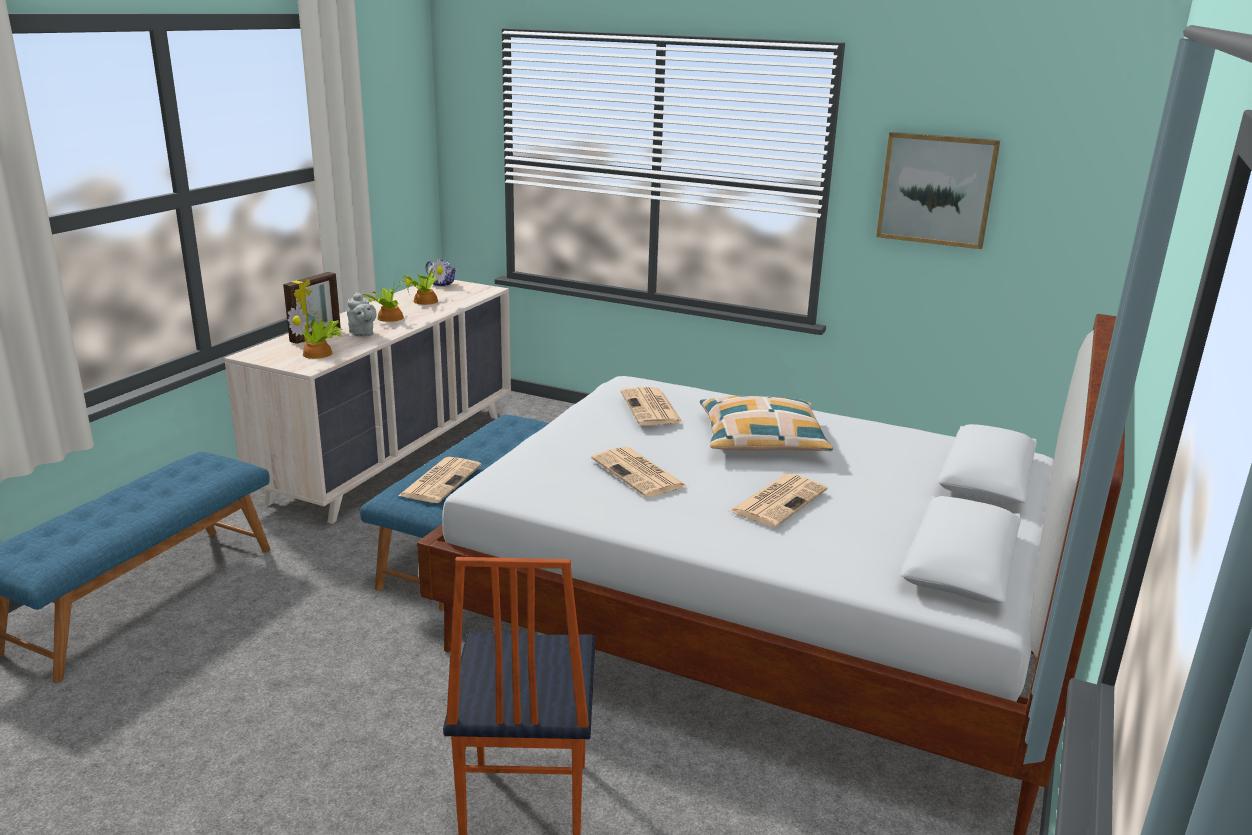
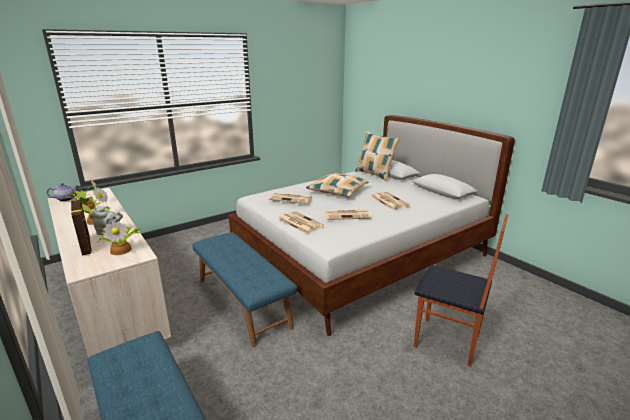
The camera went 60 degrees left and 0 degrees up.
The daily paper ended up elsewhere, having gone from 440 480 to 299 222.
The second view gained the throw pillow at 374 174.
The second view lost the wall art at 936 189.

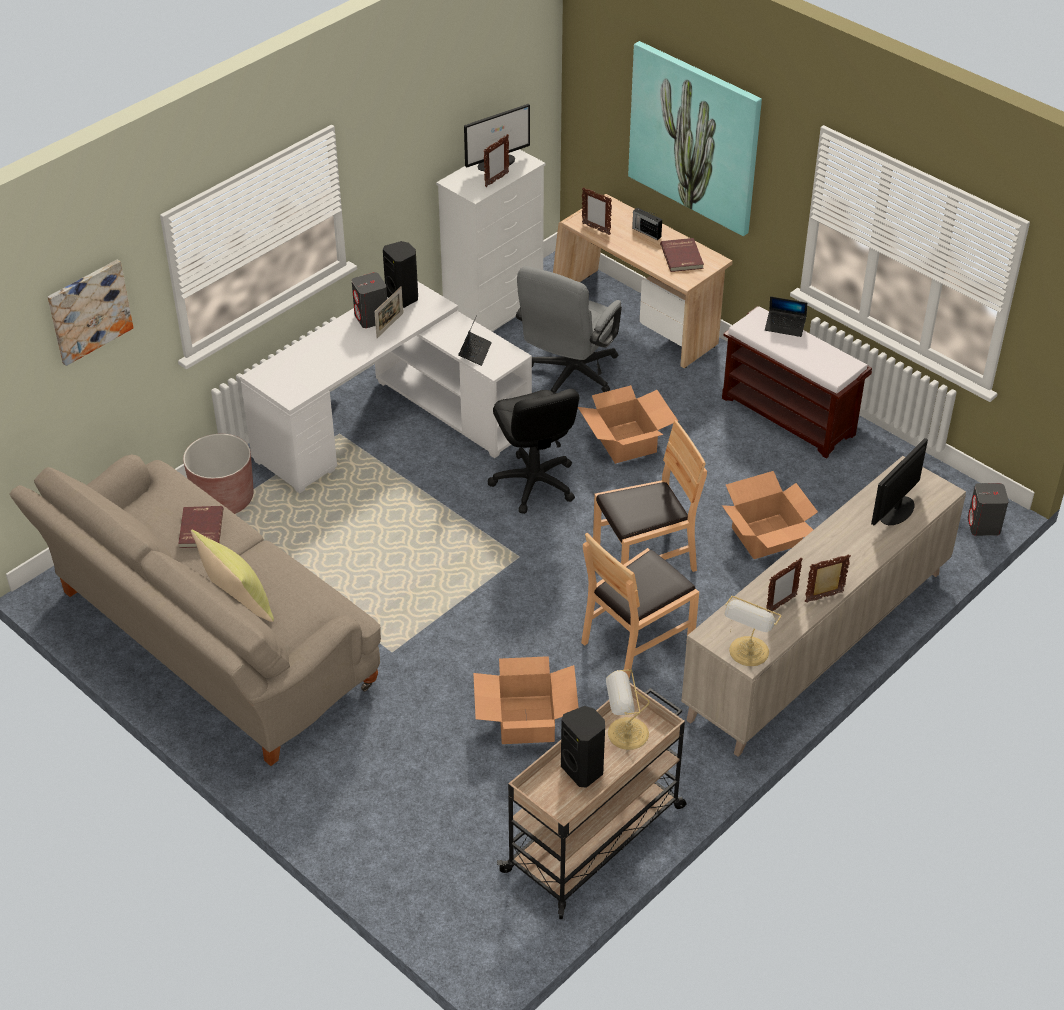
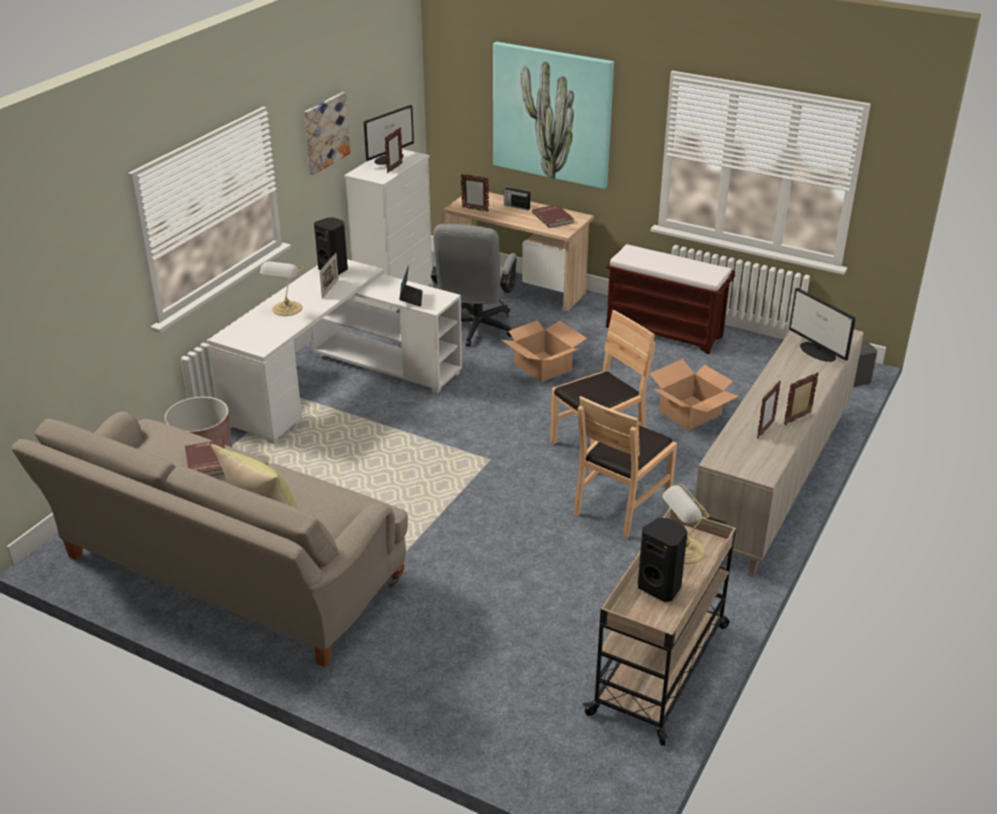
The camera went 15 degrees left and 10 degrees down.
The table lamp ended up elsewhere, having gone from 748 653 to 286 309.
The wall art ended up elsewhere, having gone from 89 311 to 325 132.
The monitor at 896 511 ended up facing another way, 60 degrees counterclockwise from before.
The second view lost the loudspeaker in grey at 371 318.
The second view lost the cardboard box at 525 720.
The second view lost the office chair in blackish at 534 483.
The second view lost the portable computer at 785 326.

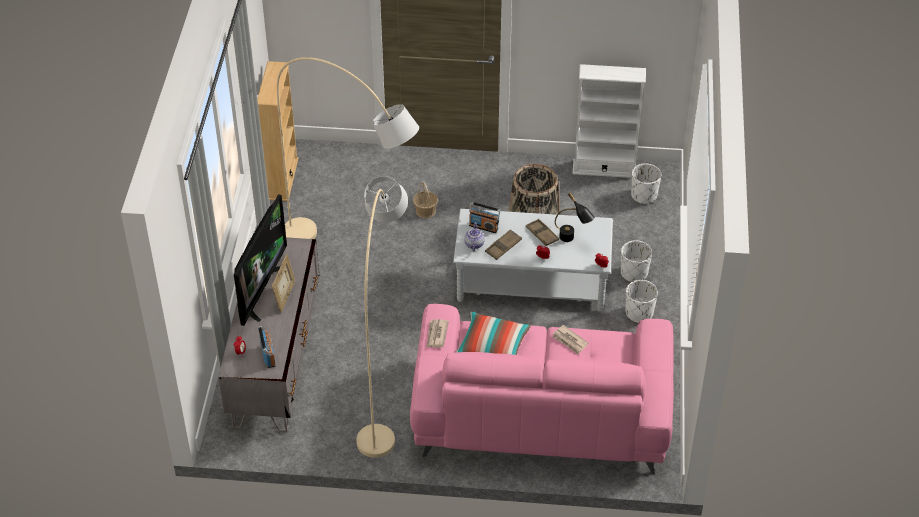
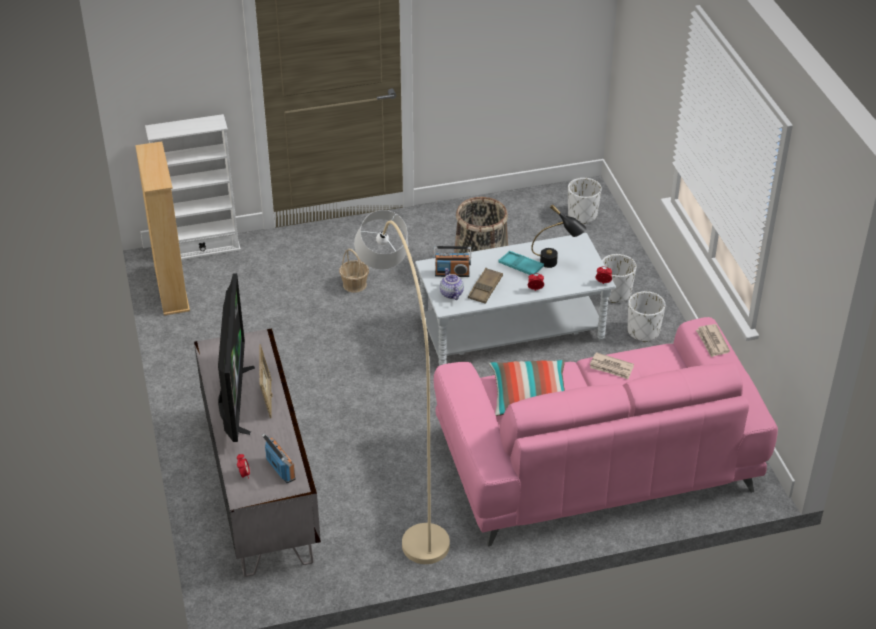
The camera went 20 degrees left and 5 degrees down.
The bookcase in white ended up elsewhere, having gone from 604 169 to 202 248.
What was the carrying tray in brown-coloured at 542 234 turned into the carrying tray in blue-green at 520 266.
The daily paper ended up elsewhere, having gone from 436 335 to 712 342.
The second view lost the standing lamp in sand-coloured at 355 254.

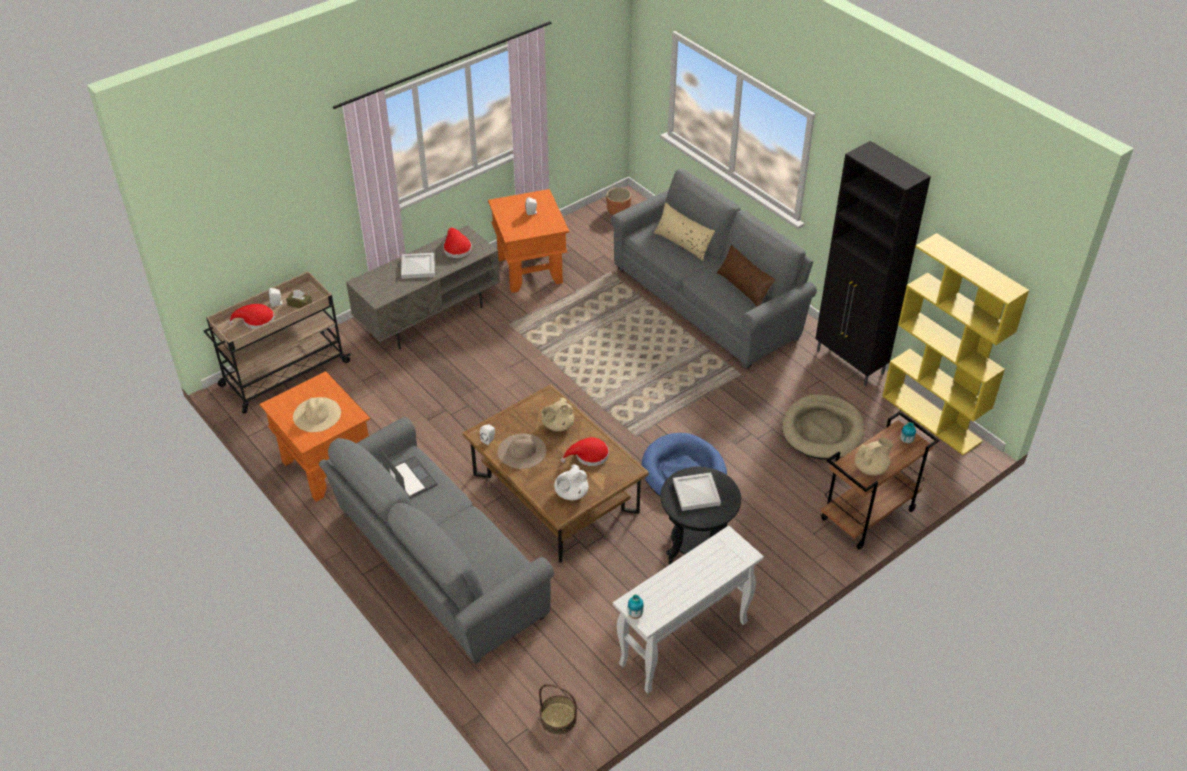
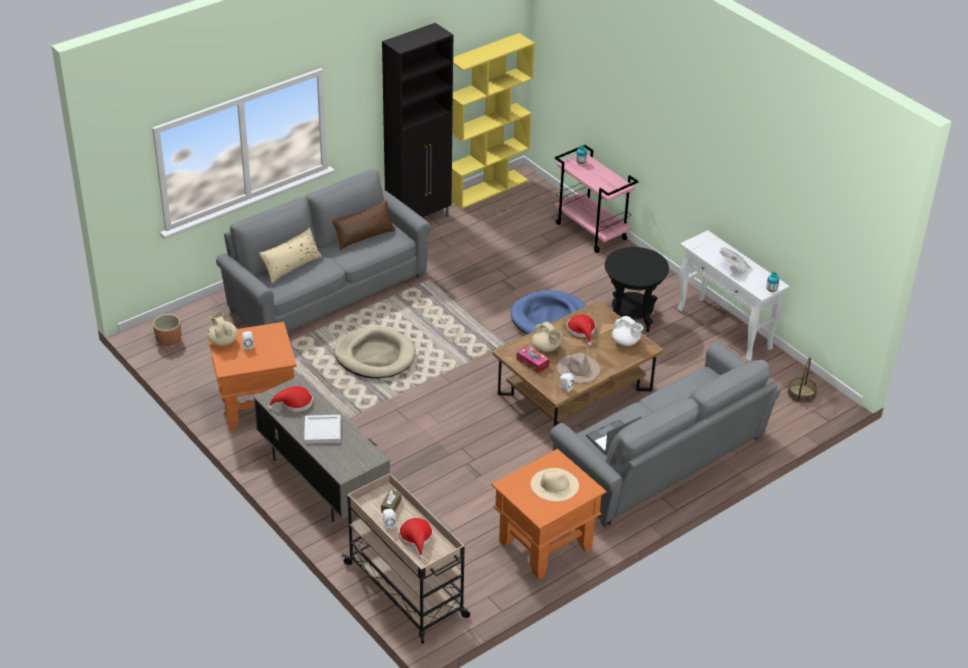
The camera went 90 degrees left and 5 degrees down.
The teapot in sand-coloured ended up elsewhere, having gone from 871 468 to 223 341.
The dog bed in sand-coloured ended up elsewhere, having gone from 822 430 to 375 356.
The second view gained the tissue box at 532 363.
What was the wheeled cart in brown-coloured at 868 515 turned into the wheeled cart in pink-coloured at 592 232.
The second view gained the daily paper at 735 267.
The second view lost the carrying tray in white at 695 492.

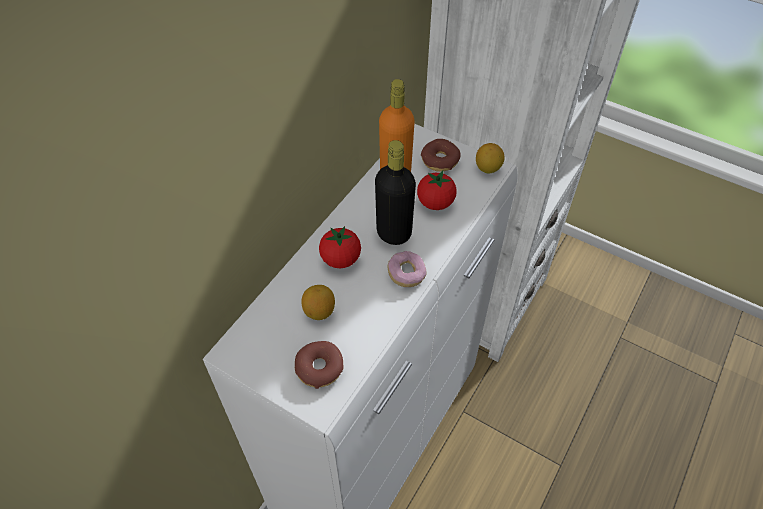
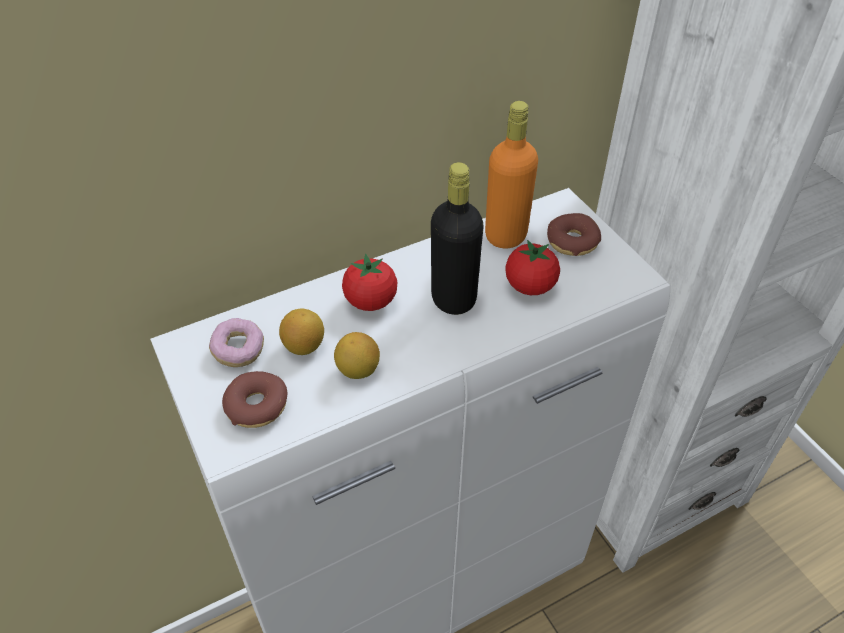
The camera went 30 degrees right and 5 degrees down.
The donut ended up elsewhere, having gone from 406 274 to 238 351.
The lemon ended up elsewhere, having gone from 488 168 to 358 370.

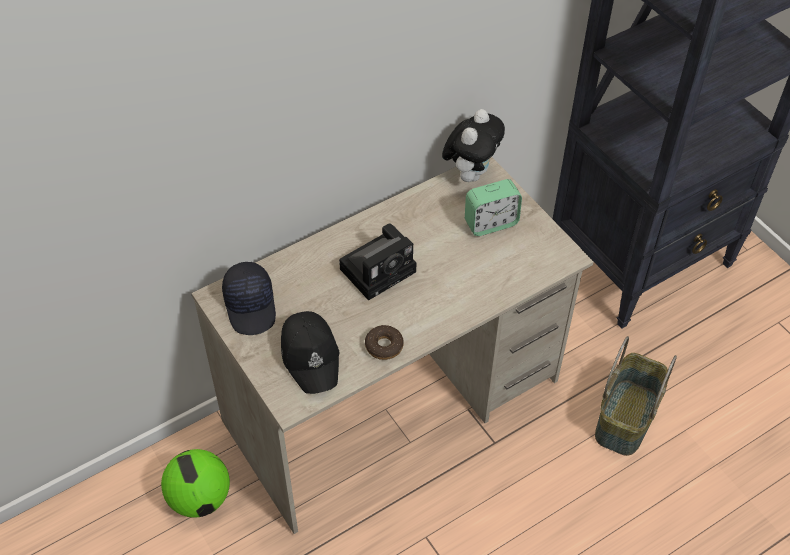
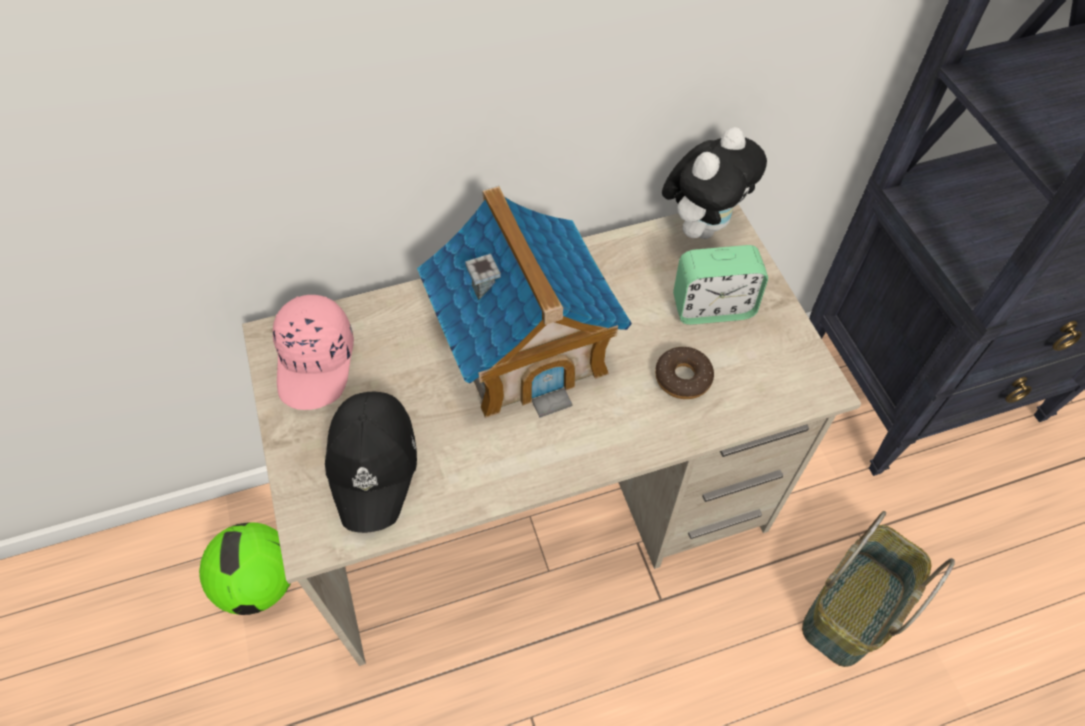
The camera went 15 degrees right and 5 degrees up.
What was the peaked cap in blackish at 251 306 turned into the peaked cap in pink-coloured at 317 362.
Where the still camera stood at 380 268, the model house came to stand at 524 344.
The donut ended up elsewhere, having gone from 384 346 to 683 378.

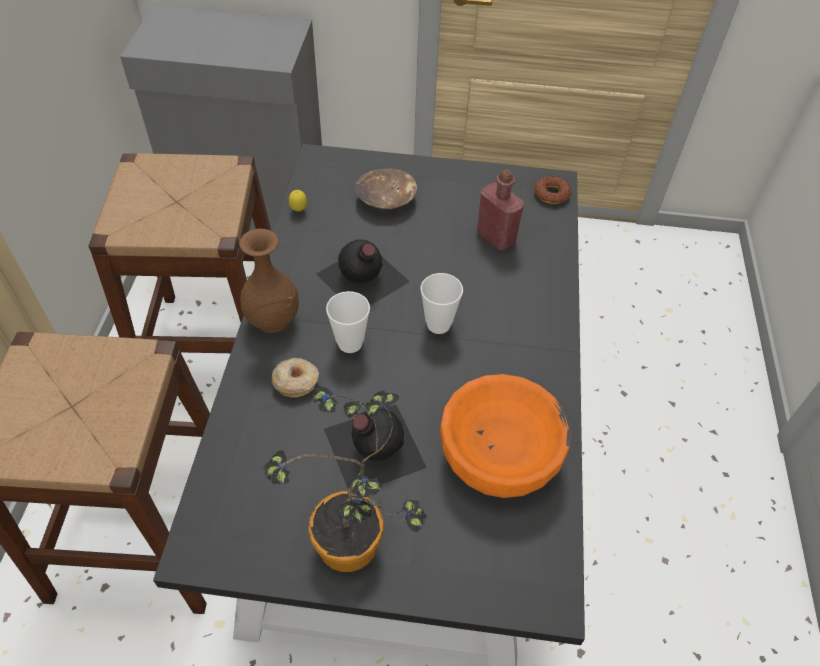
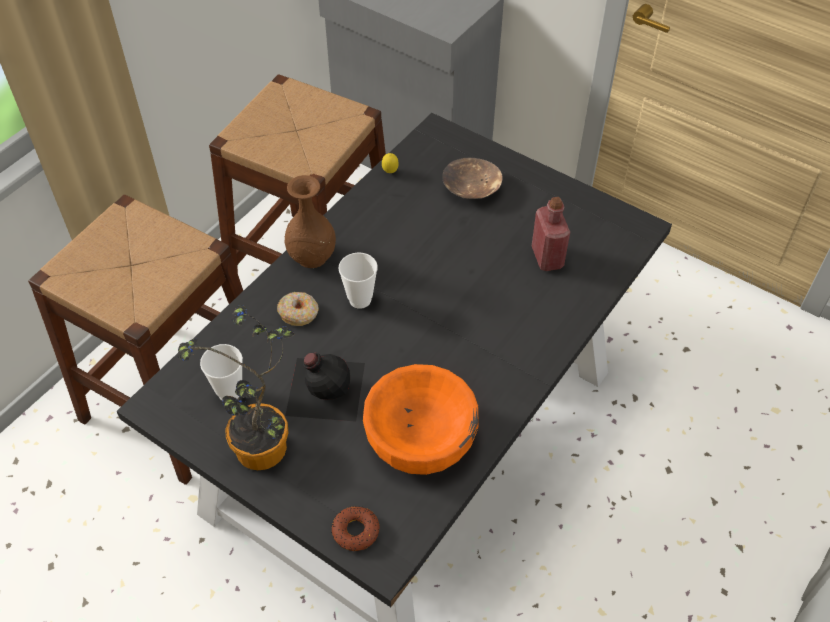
The camera went 30 degrees right and 0 degrees up.
The cup ended up elsewhere, having gone from 438 324 to 229 392.
The donut ended up elsewhere, having gone from 551 194 to 355 531.
The second view lost the drink bottle in blackish at 362 279.

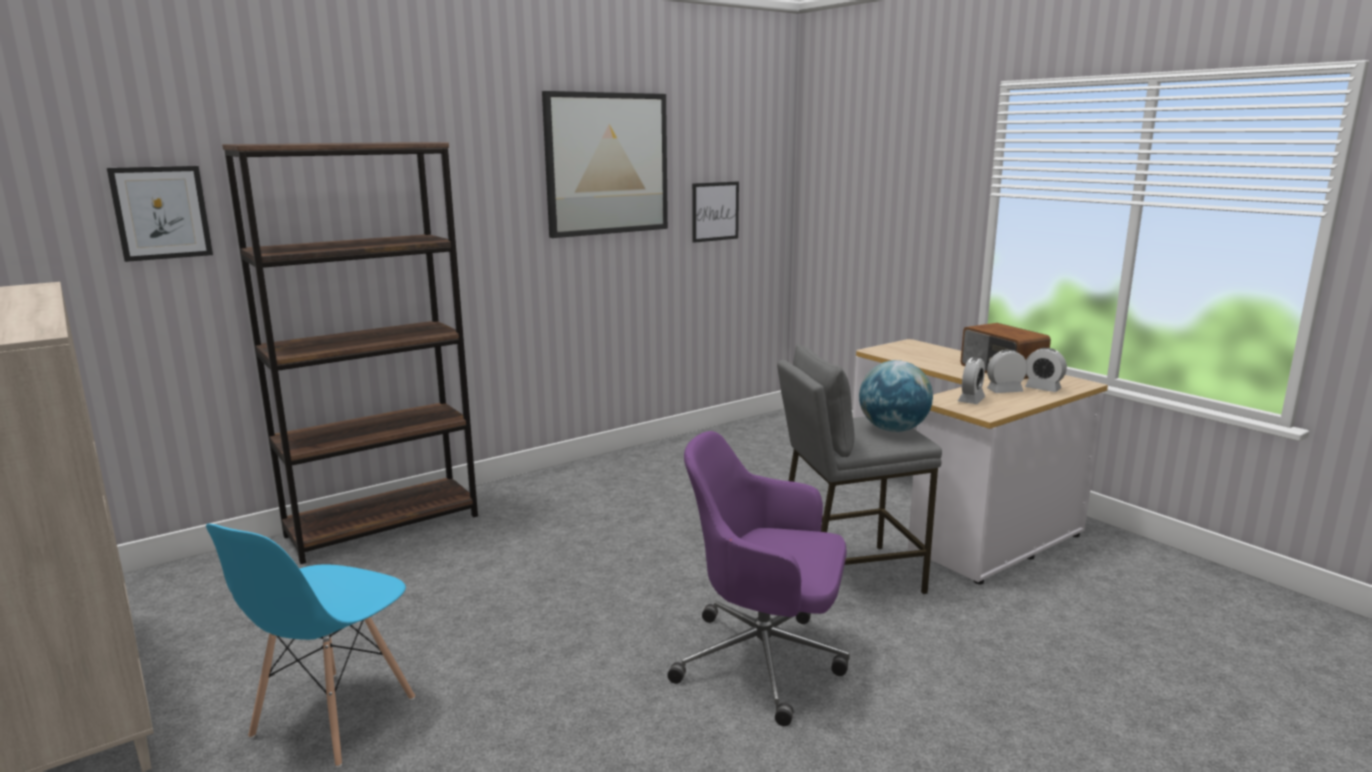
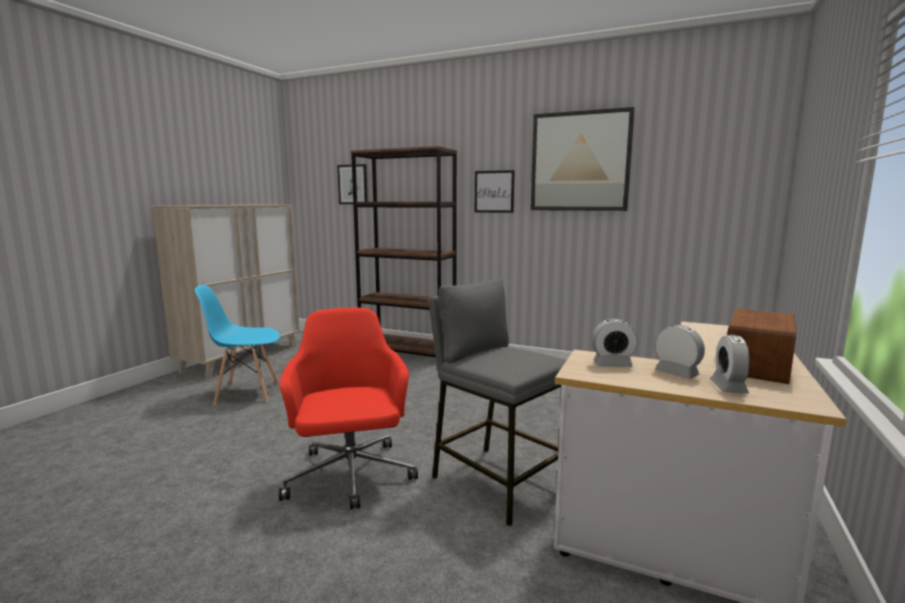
The camera went 60 degrees right and 5 degrees down.
What was the office chair in purple at 765 661 turned into the office chair in red at 350 476.
The wall art ended up elsewhere, having gone from 715 211 to 494 191.
The second view lost the desk globe at 893 429.

